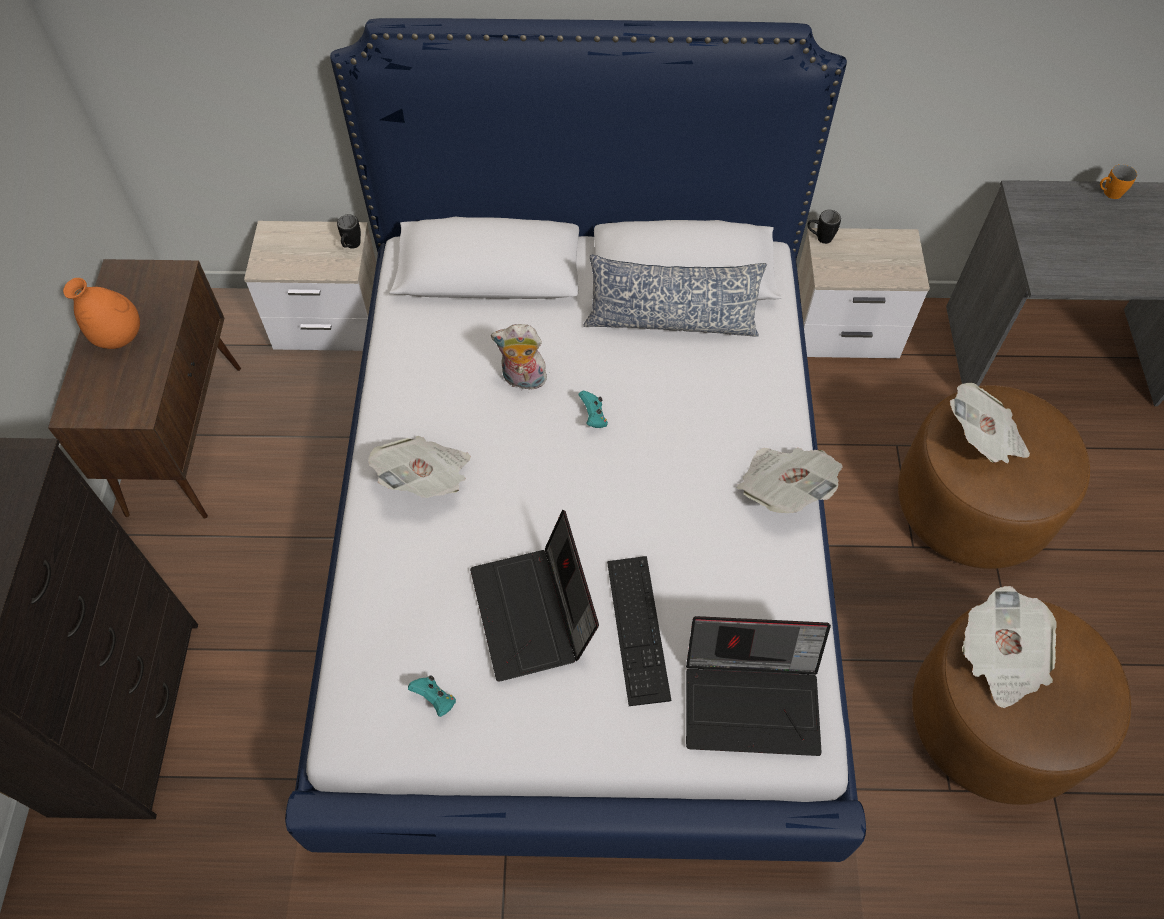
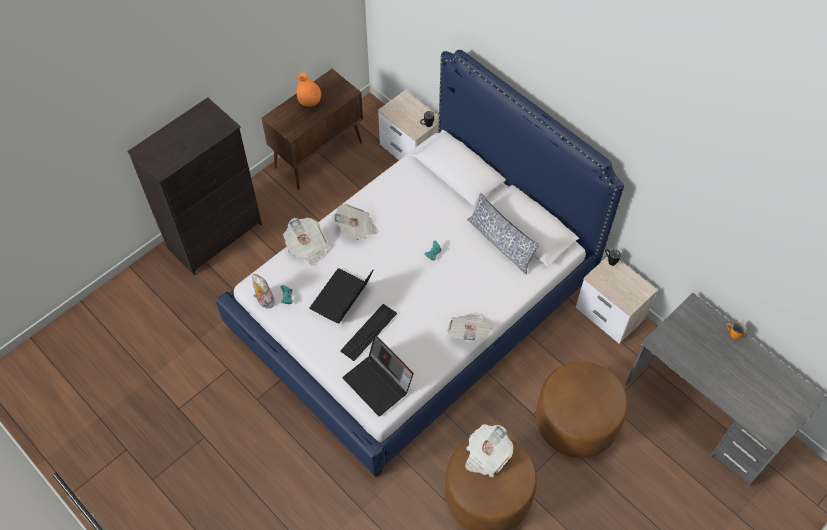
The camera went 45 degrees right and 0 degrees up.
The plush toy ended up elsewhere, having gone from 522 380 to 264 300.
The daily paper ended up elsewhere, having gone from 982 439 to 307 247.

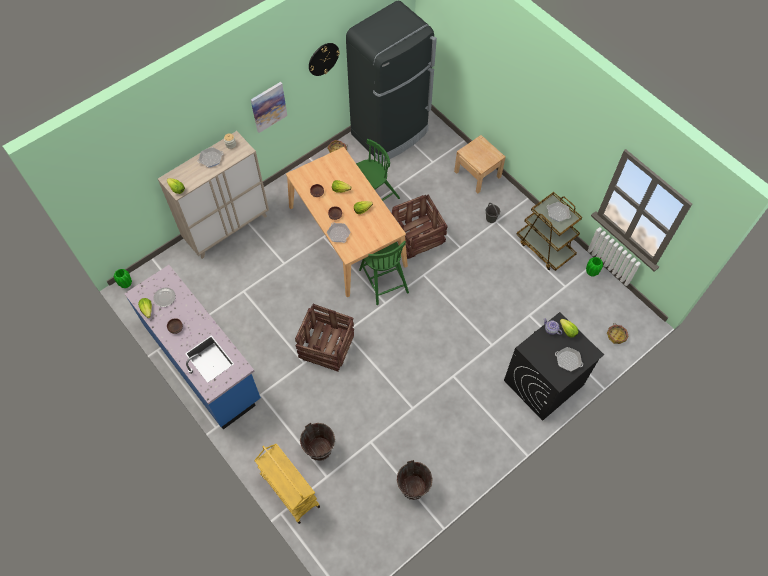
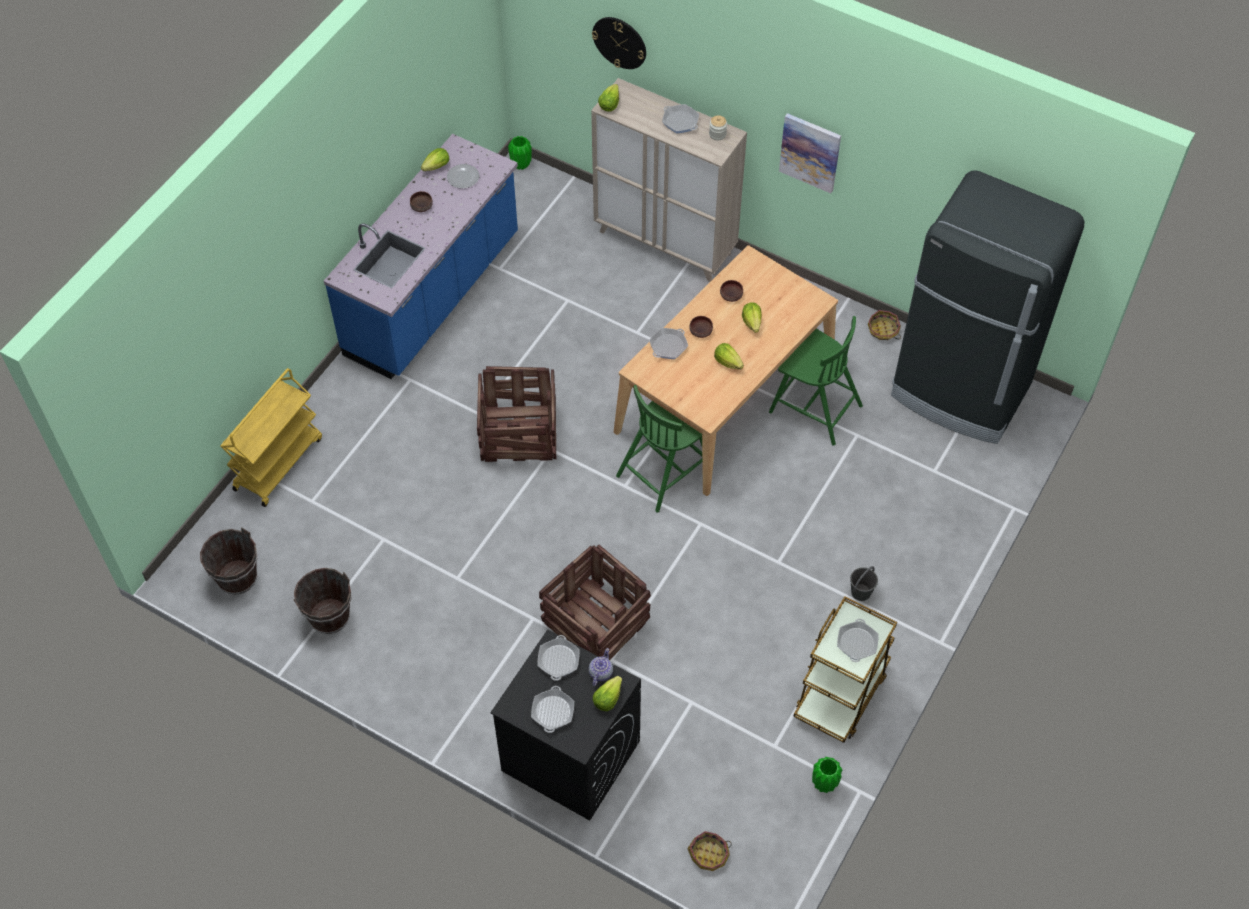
The camera went 70 degrees right and 5 degrees down.
The bucket in brown-coloured ended up elsewhere, having gone from 319 449 to 237 577.
The second view gained the skillet at 558 660.
The shipping crate ended up elsewhere, having gone from 416 236 to 594 621.
The hanging clock ended up elsewhere, having gone from 323 59 to 619 42.
The second view lost the nightstand in sand-coloured at 477 174.

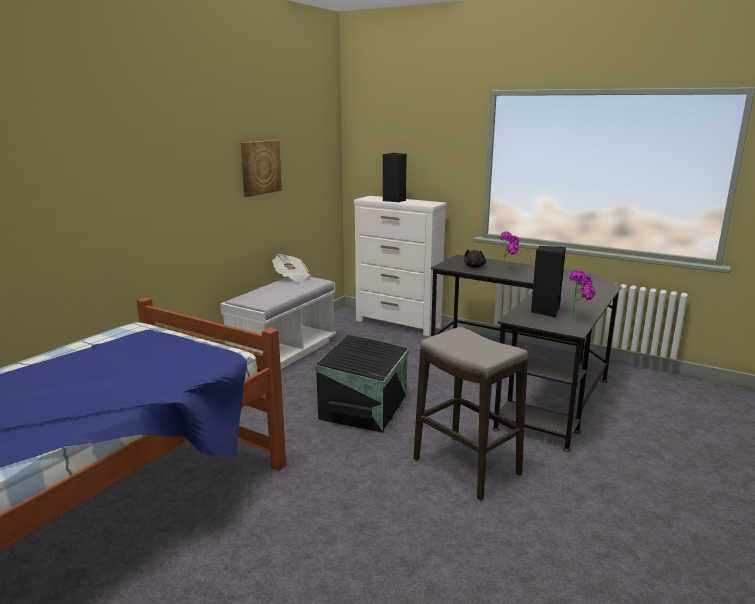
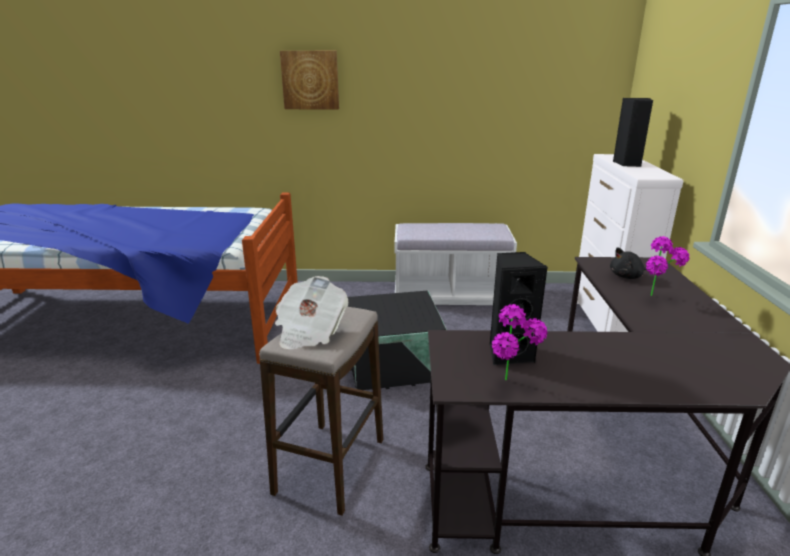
The camera went 60 degrees right and 5 degrees up.
The daily paper ended up elsewhere, having gone from 292 278 to 309 331.
The wall art ended up elsewhere, having gone from 260 167 to 310 80.

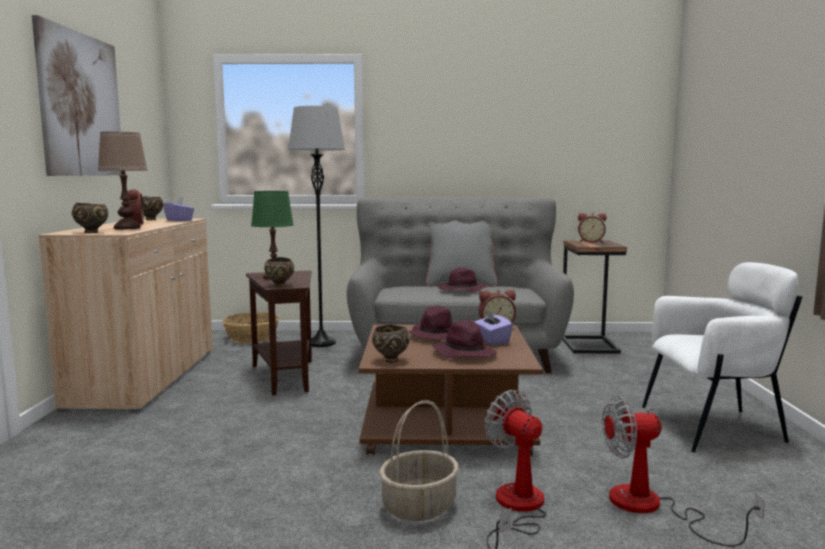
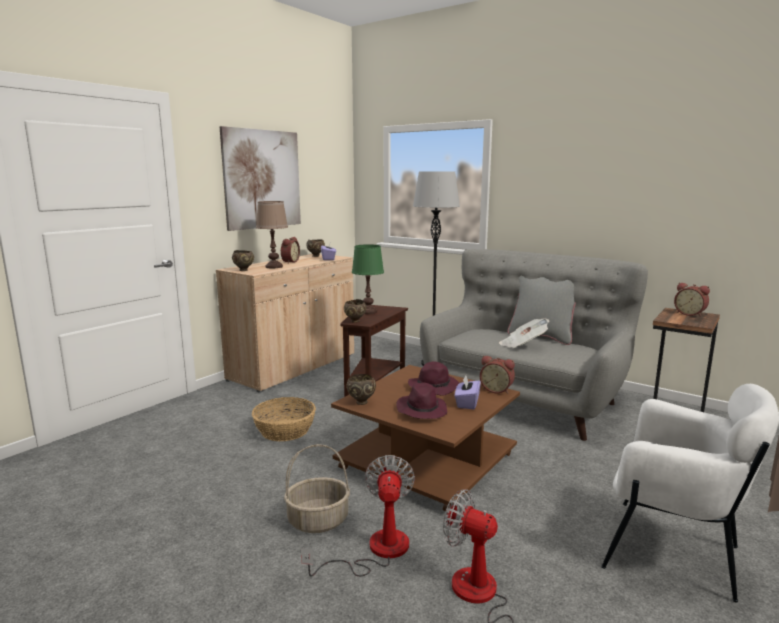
The camera went 35 degrees right and 5 degrees up.
The basket ended up elsewhere, having gone from 251 338 to 285 430.
Where the hat in purple stood at 461 291, the daily paper came to stand at 523 345.

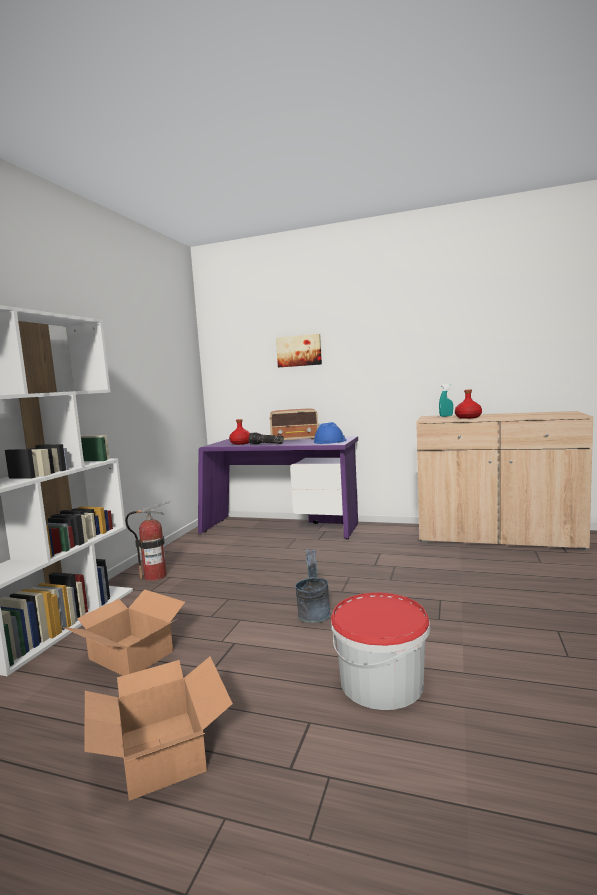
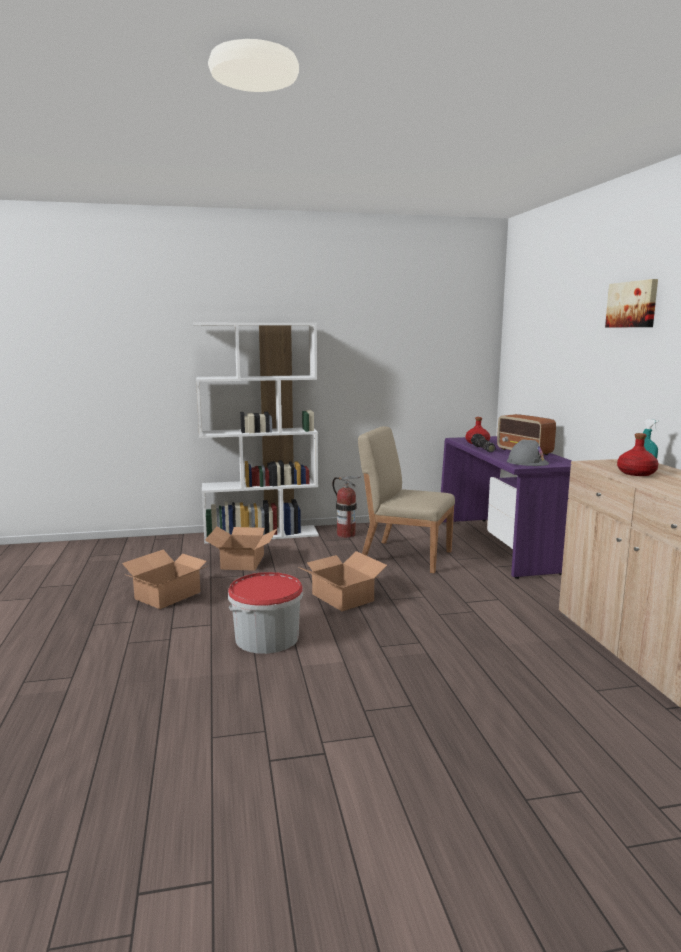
The camera went 60 degrees right and 5 degrees up.
Where the bucket in grey stood at 314 613, the cardboard box came to stand at 342 597.
The second view gained the upright chair in sand-coloured at 405 556.
What was the work helmet in blue at 330 441 turned into the work helmet in grey at 527 462.
The wall art ended up elsewhere, having gone from 299 351 to 633 304.

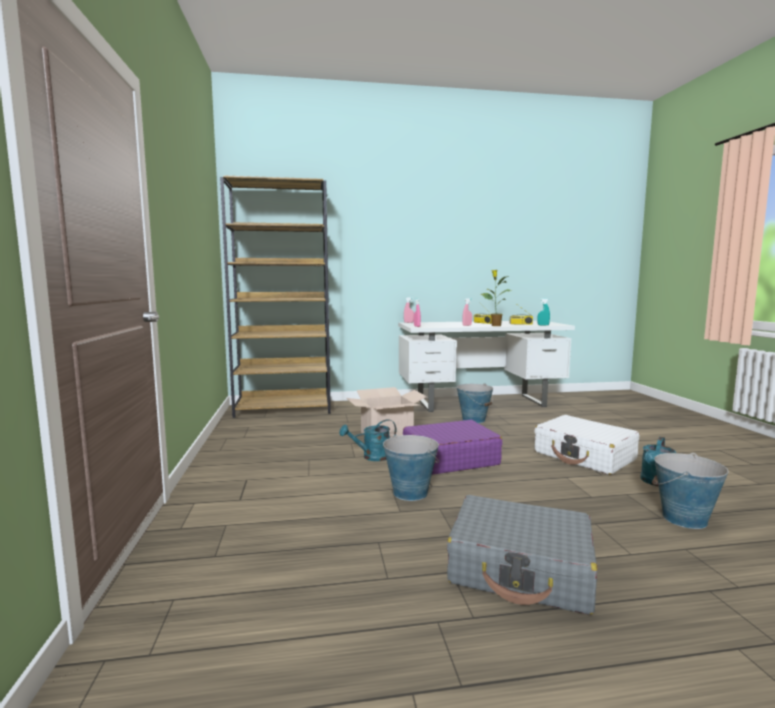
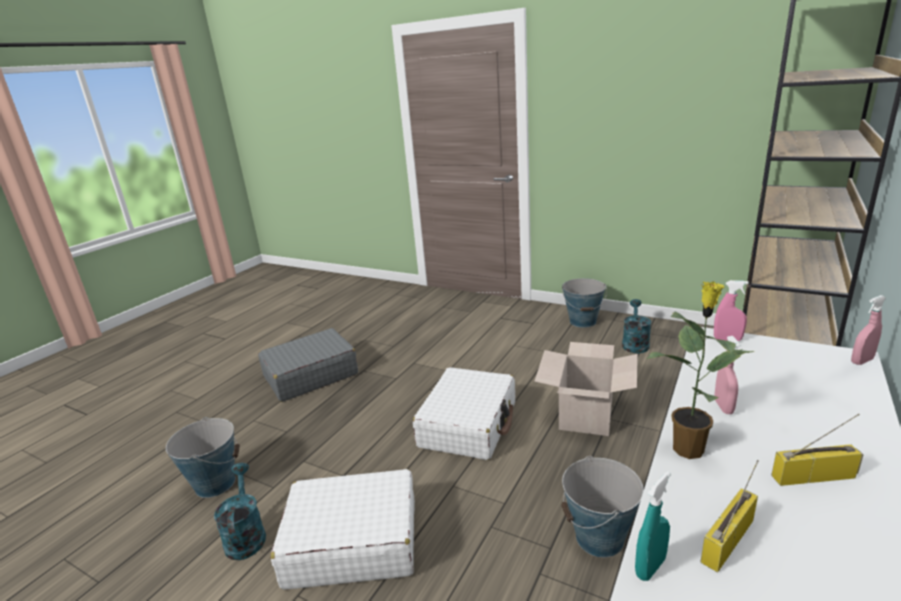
The camera went 130 degrees right and 15 degrees up.
What was the travel case in purple at 449 459 turned into the travel case in white at 468 424.
The bucket ended up elsewhere, having gone from 410 492 to 583 321.
The watering pot in blue-green ended up elsewhere, having gone from 371 457 to 634 343.

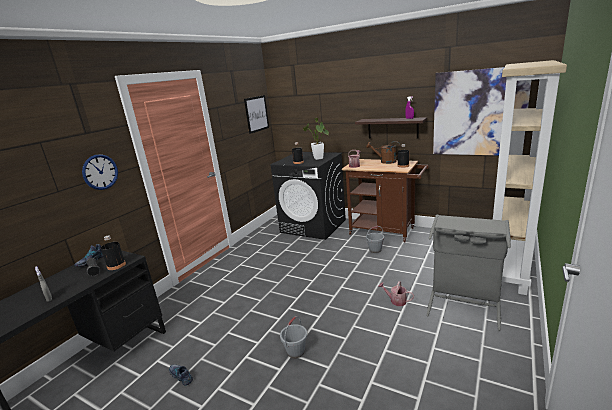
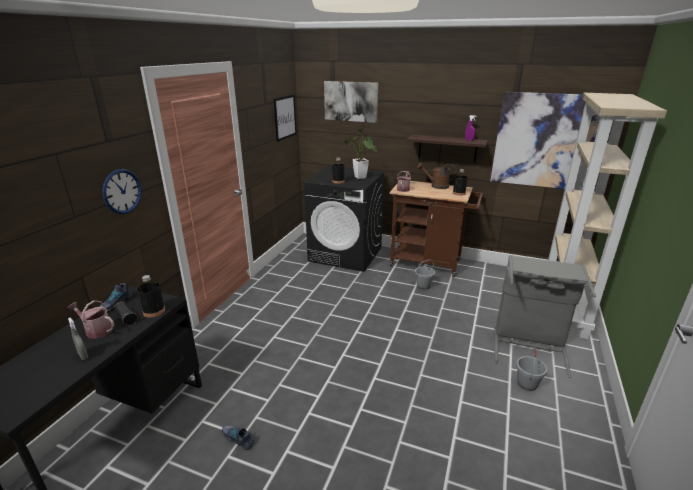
The camera went 10 degrees left and 5 degrees up.
The watering pot ended up elsewhere, having gone from 396 301 to 96 330.
The second view gained the wall art at 351 101.
The bucket in grey ended up elsewhere, having gone from 295 351 to 527 383.

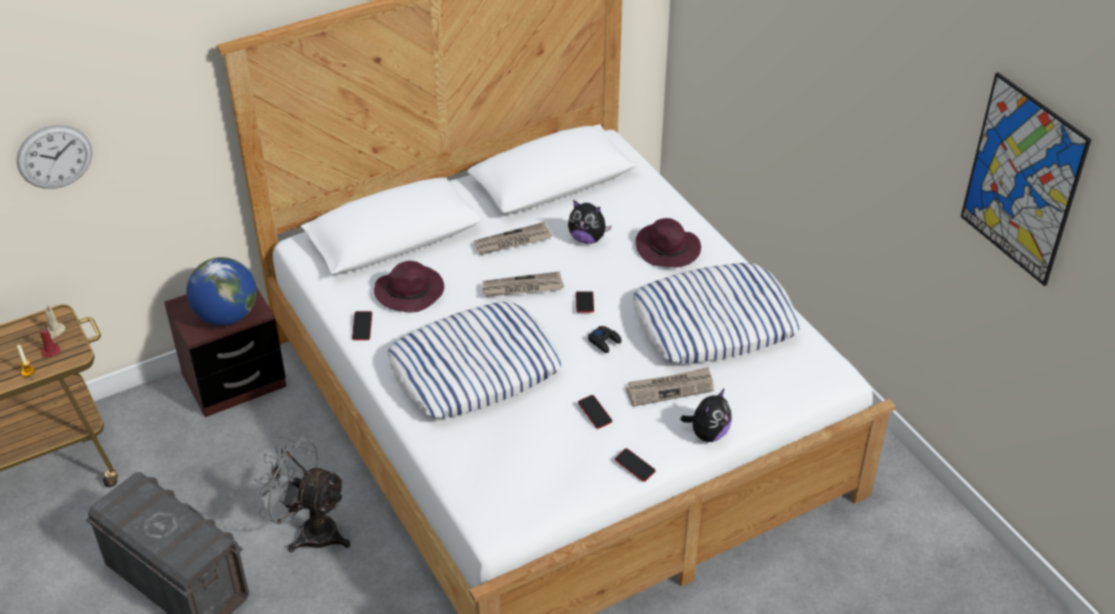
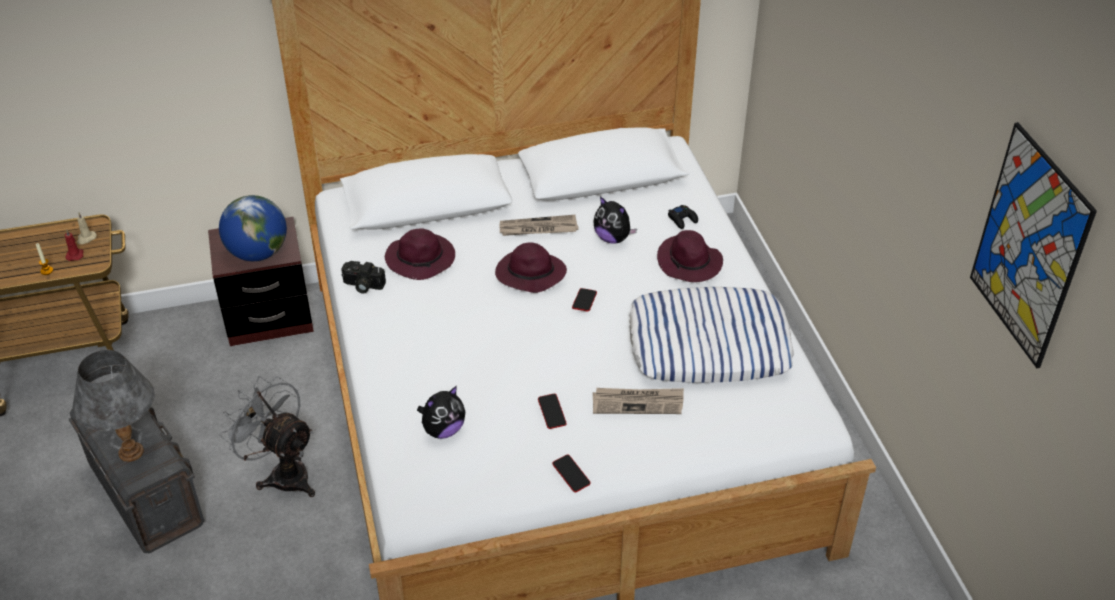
The camera went 15 degrees right and 0 degrees up.
The second view gained the table lamp in grey at 130 452.
Where the handset stood at 362 327, the still camera came to stand at 362 285.
The plush toy ended up elsewhere, having gone from 707 434 to 443 430.
Where the daily paper stood at 522 288, the hat in purple came to stand at 529 275.
The gamepad in blackish ended up elsewhere, having gone from 604 342 to 682 219.
The second view lost the hanging clock at 54 156.
The second view lost the throw pillow at 474 368.

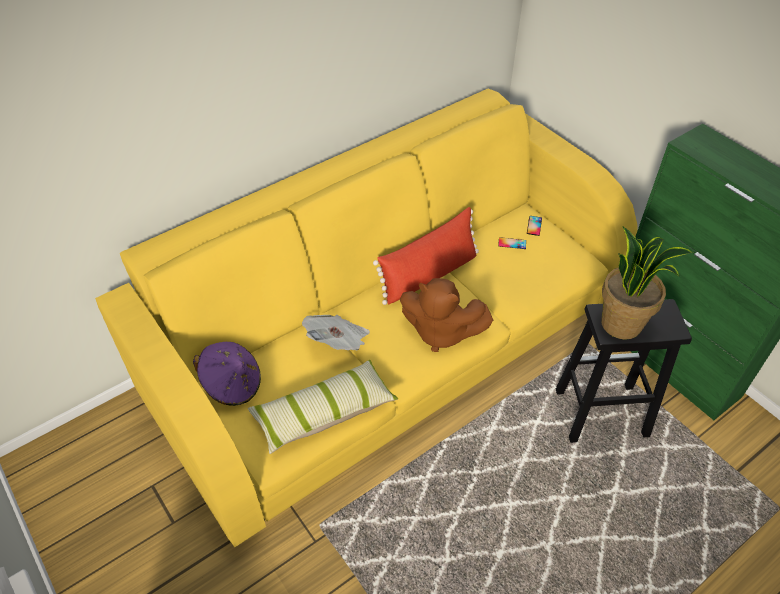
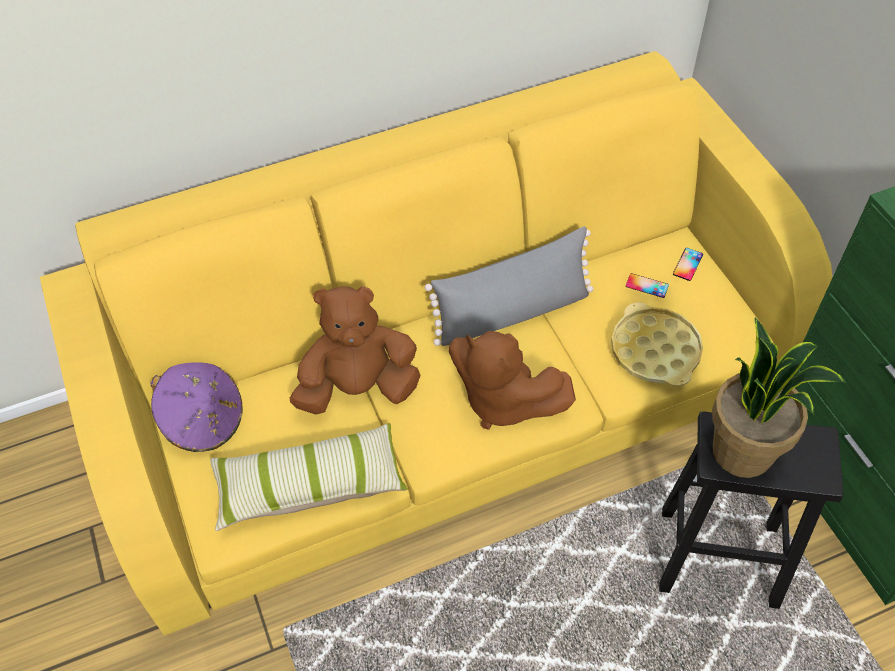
The camera went 15 degrees right and 5 degrees up.
Where the daily paper stood at 338 342, the plush toy in brown-coloured came to stand at 358 388.
What was the throw pillow in red at 429 275 turned into the throw pillow in grey at 512 312.
The second view gained the carrying tray in yellow at 655 350.

